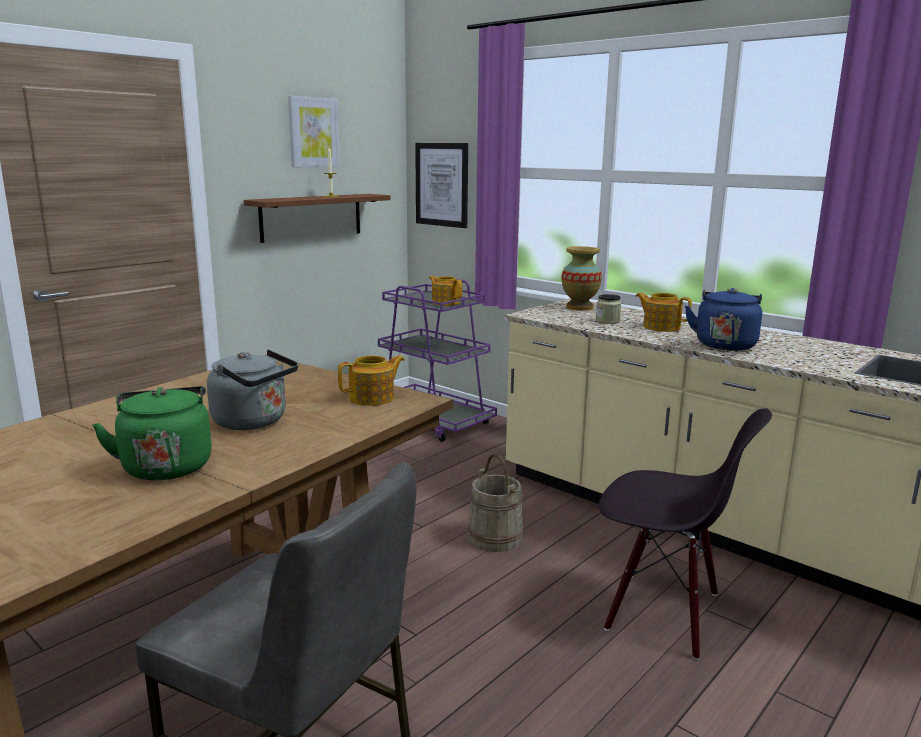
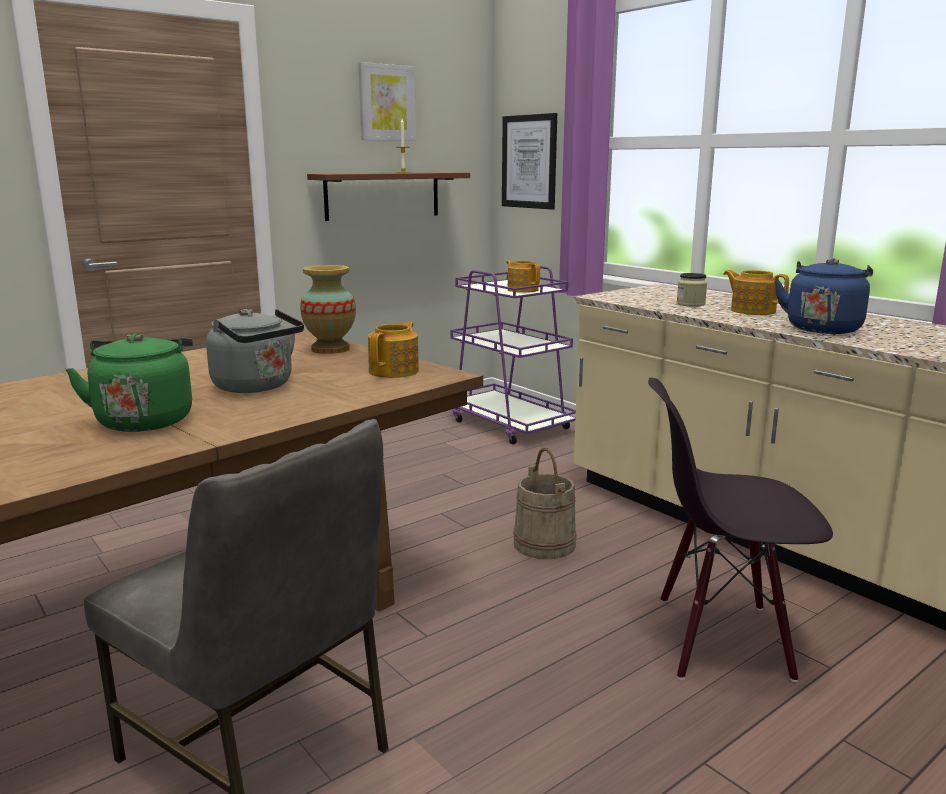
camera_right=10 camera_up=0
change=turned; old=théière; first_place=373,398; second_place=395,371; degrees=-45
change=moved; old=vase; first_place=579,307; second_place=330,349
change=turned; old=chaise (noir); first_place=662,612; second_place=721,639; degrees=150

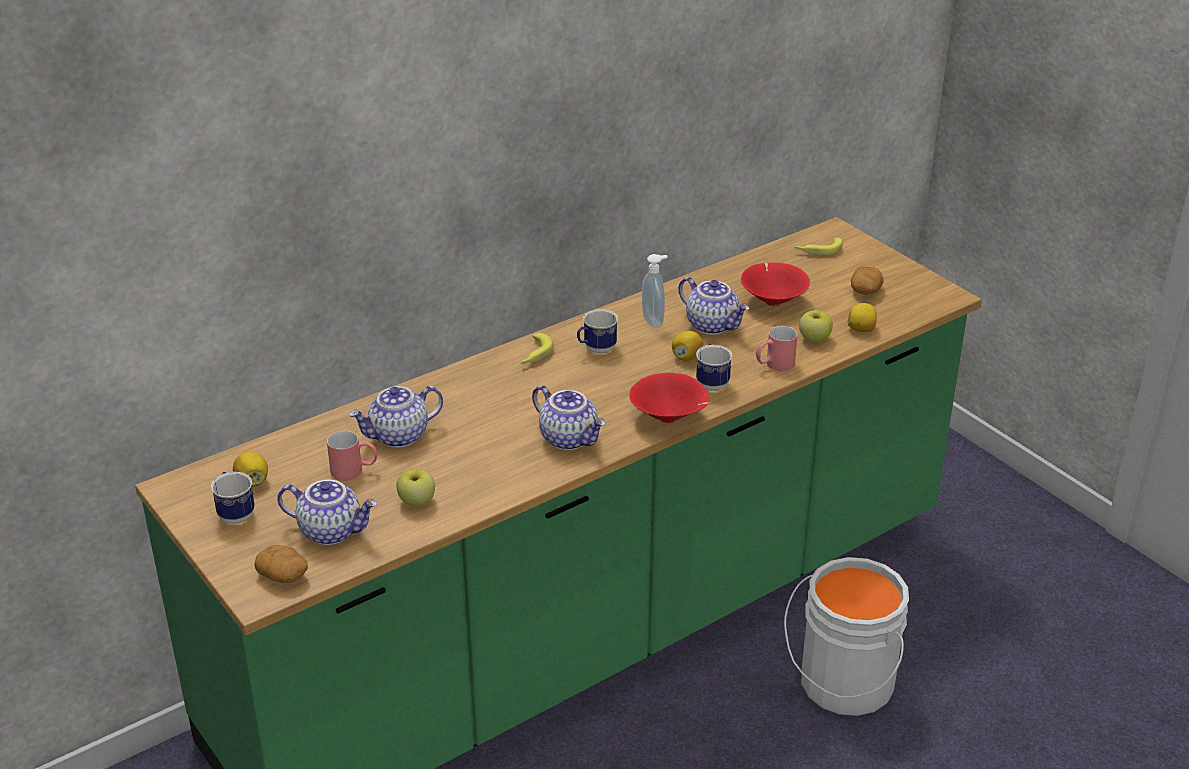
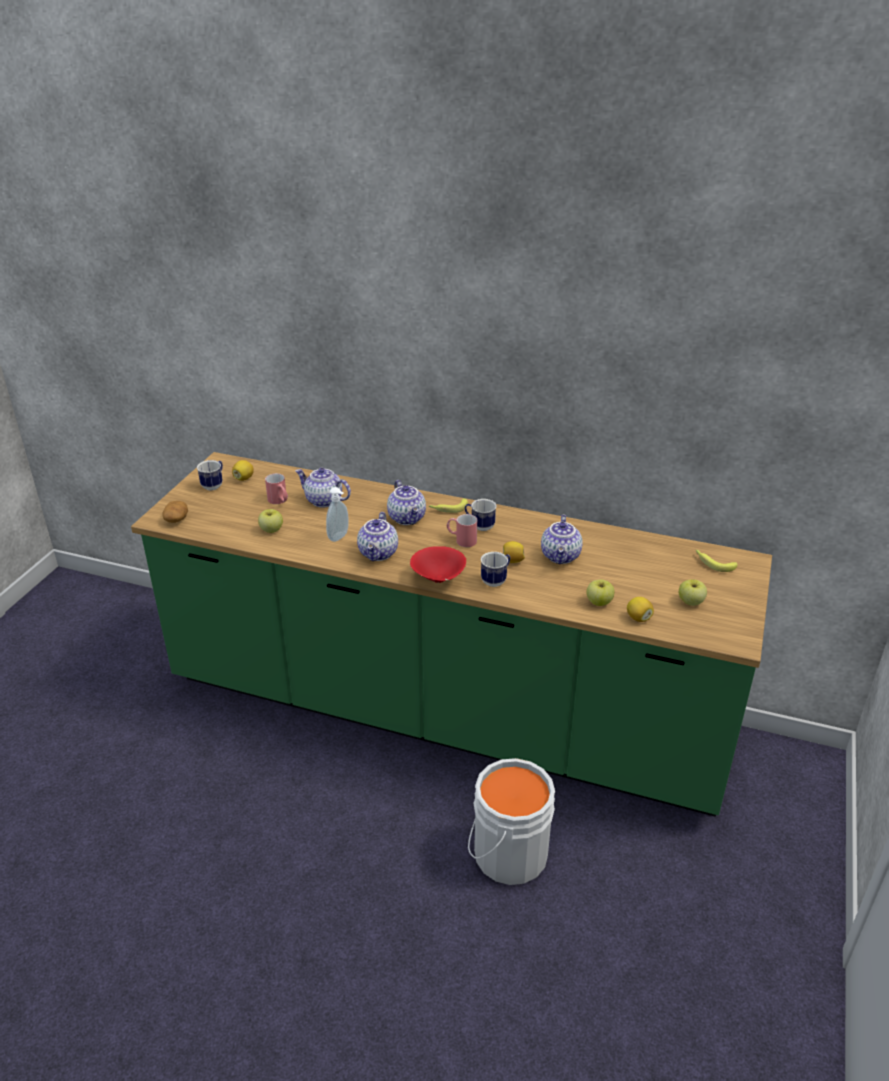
camera_right=55 camera_up=0
change=moved; old=théière; first_place=332,530; second_place=408,518
change=moved; old=distributeur de savon; first_place=654,321; second_place=339,537
change=removed; old=bol (rouge); first_place=773,301
change=moved; old=mug (rouge); first_place=774,365; second_place=461,540
change=replaced; old=pomme de terre; new=pomme; first_place=865,291; second_place=690,602

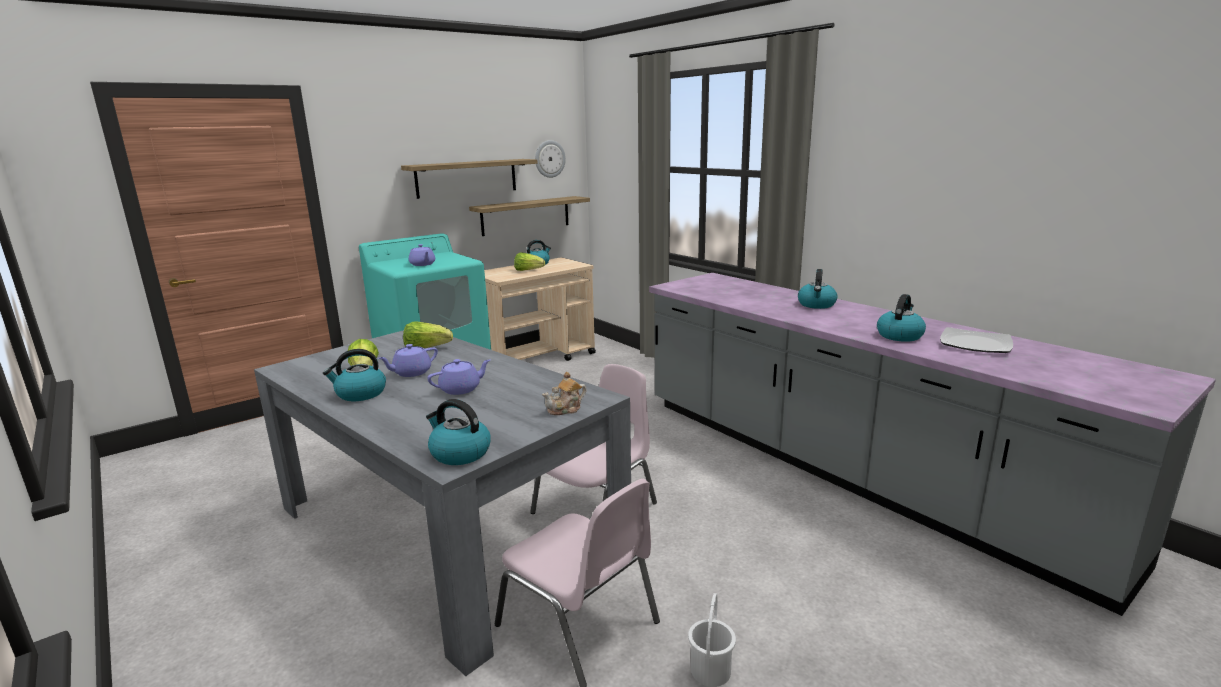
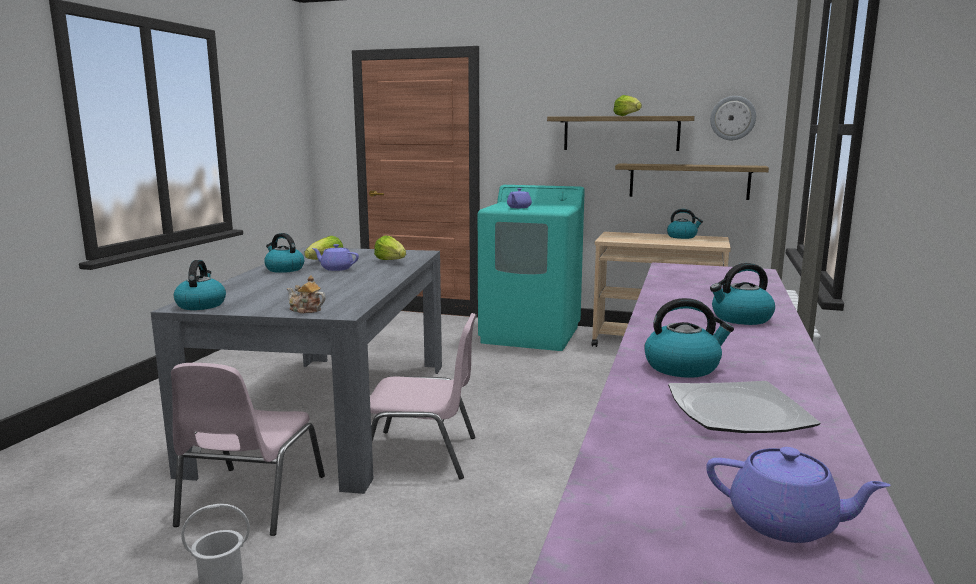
camera_right=55 camera_up=-5
change=moved; old=théière (violet); first_place=461,389; second_place=785,523
change=moved; old=laitue; first_place=528,270; second_place=627,116

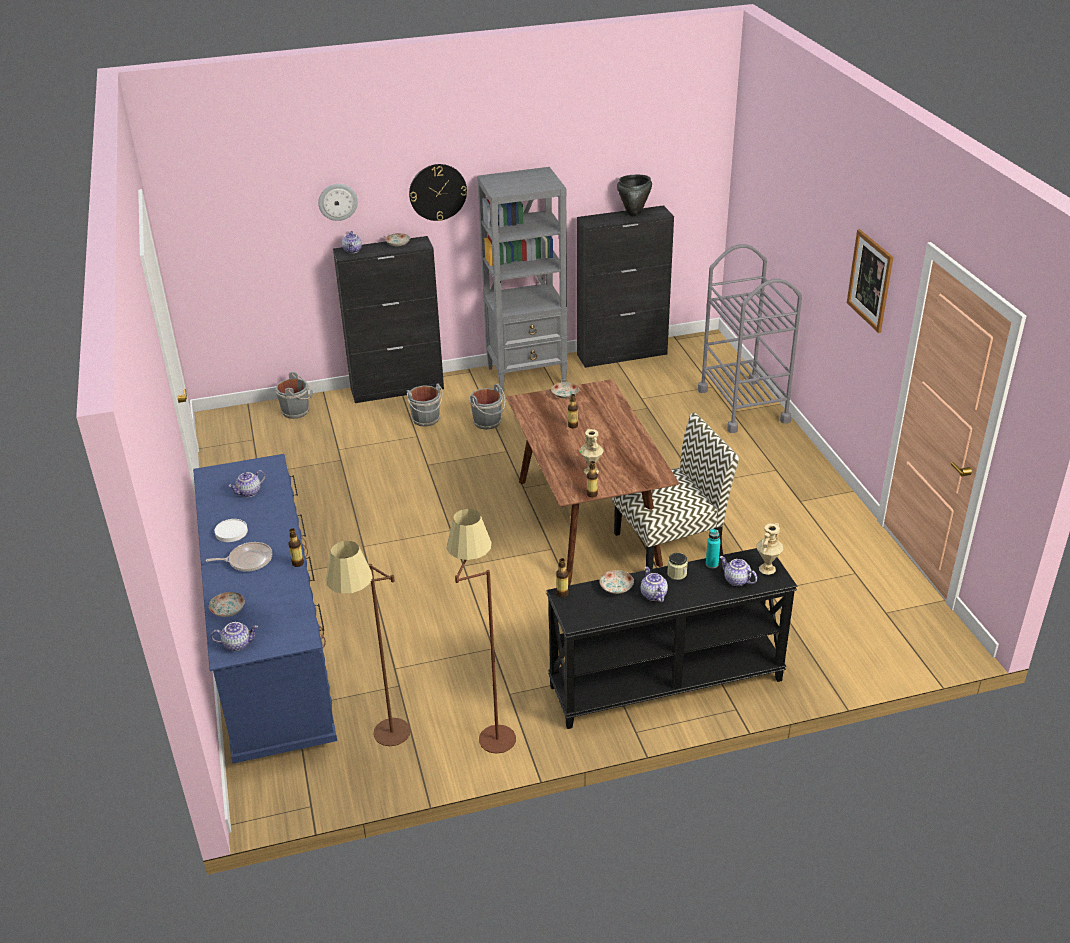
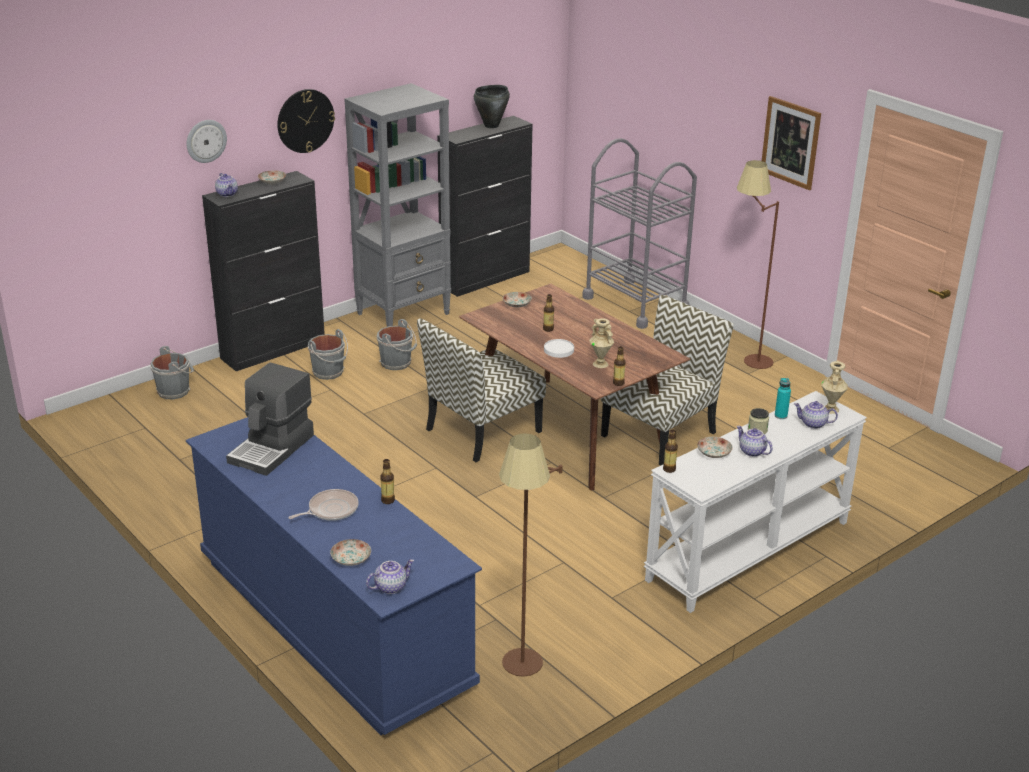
camera_right=-25 camera_up=-5
change=moved; old=assiette (blanc); first_place=231,532; second_place=558,350
change=replaced; old=théière; new=machine à café; first_place=249,492; second_place=273,449
change=moved; old=lampadaire (marron); first_place=487,729; second_place=745,358
change=recoloured; old=table console (noir); new=table console (blanc); first_place=666,684; second_place=749,552
change=added; new=chaise; second_place=482,431

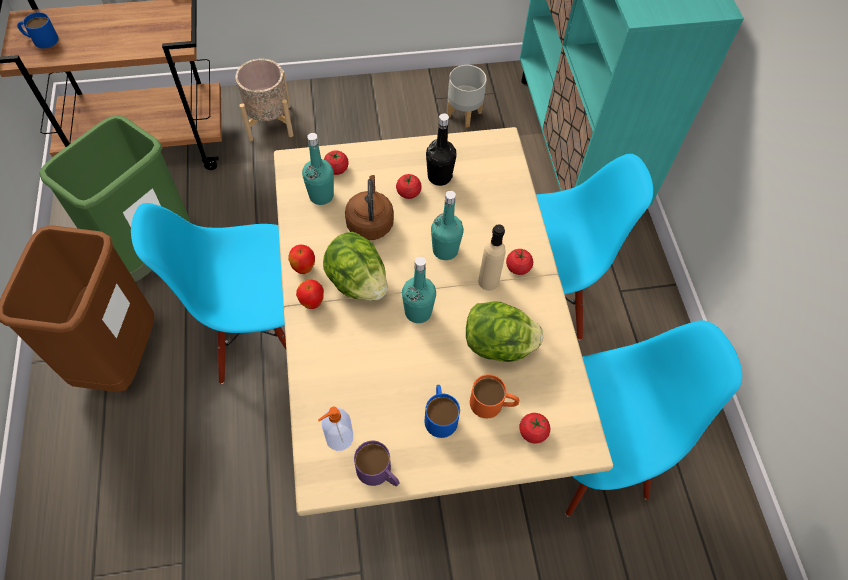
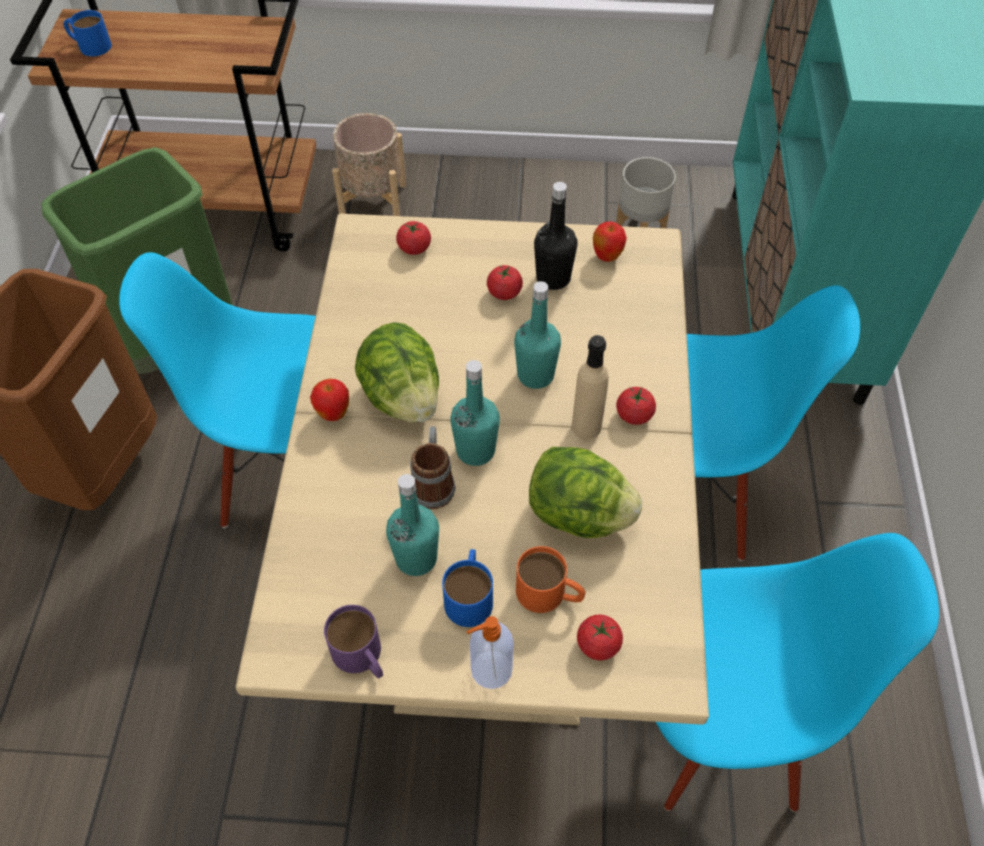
camera_right=15 camera_up=-5
change=moved; old=pomme; first_place=304,268; second_place=607,257
change=moved; old=bouteille (turquoise); first_place=321,195; second_place=416,558
change=moved; old=distributeur de savon; first_place=338,438; second_place=490,670
change=removed; old=bouilloire (marron); first_place=370,222
change=added; new=mug; second_place=433,482

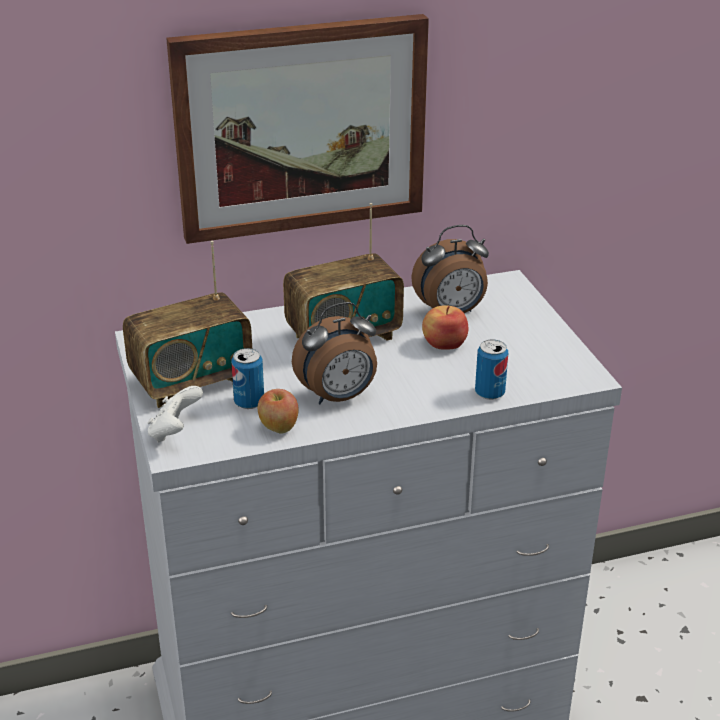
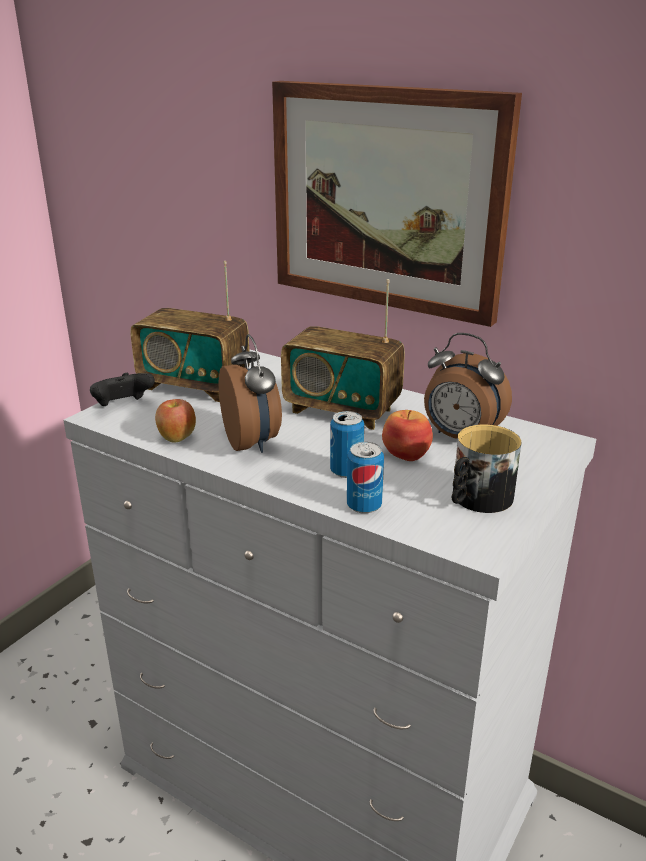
camera_right=50 camera_up=-5
change=recoloured; old=manette (blanc); new=manette (noir); first_place=175,432; second_place=123,406
change=moved; old=boîte métallique; first_place=249,402; second_place=346,471
change=turned; old=réveil; first_place=338,397; second_place=253,443; degrees=-135
change=added; new=mug; second_place=477,498

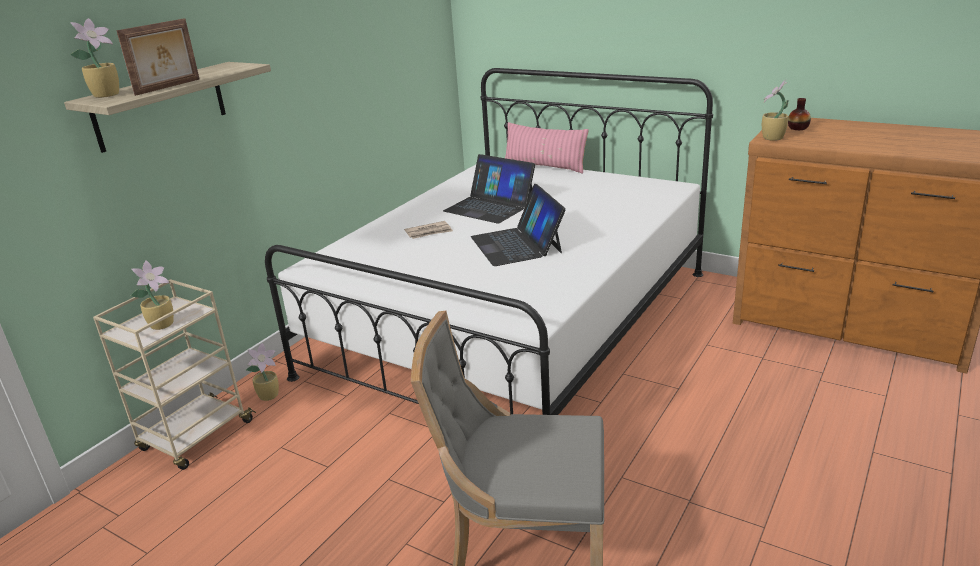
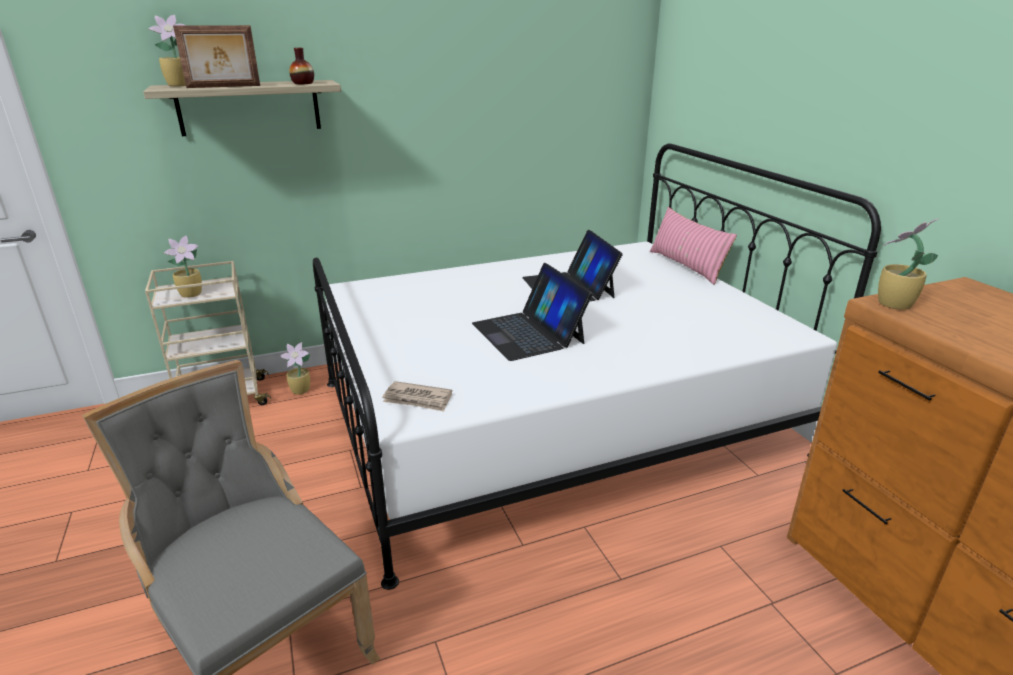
camera_right=35 camera_up=0
change=moved; old=journal; first_place=429,232; second_place=418,399
change=turned; old=ordinateur portable; first_place=517,244; second_place=528,333; degrees=-45
change=moved; old=vase; first_place=798,128; second_place=303,83

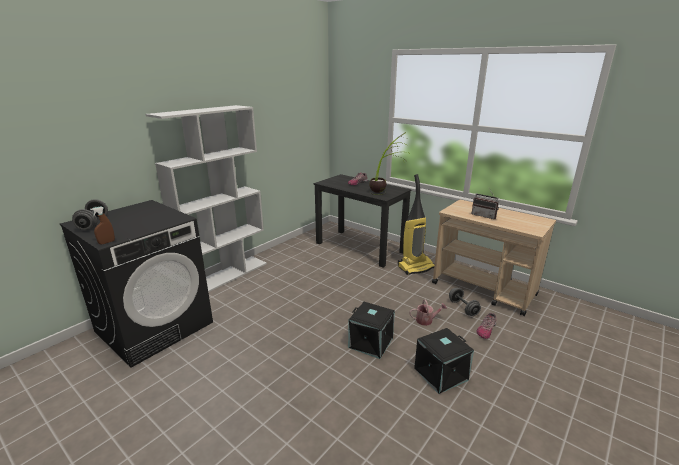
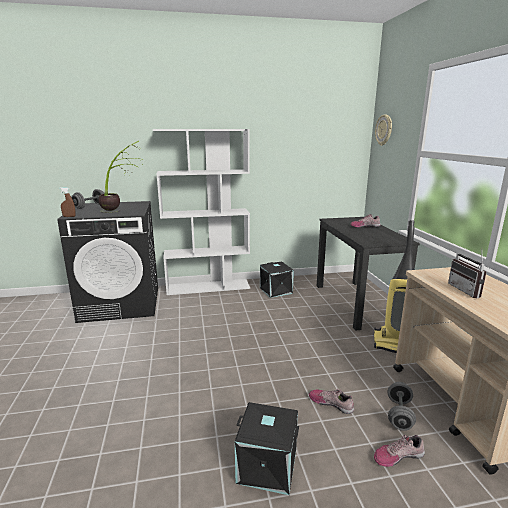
camera_right=40 camera_up=-5
change=moved; old=boîte de rangement (noir); first_place=371,342; second_place=276,290
change=moved; old=plante en pot; first_place=385,191; second_place=121,211
change=replaced; old=arrosoir; new=chaussure; first_place=426,320; second_place=331,403
change=added; new=horloge murale; second_place=384,130

